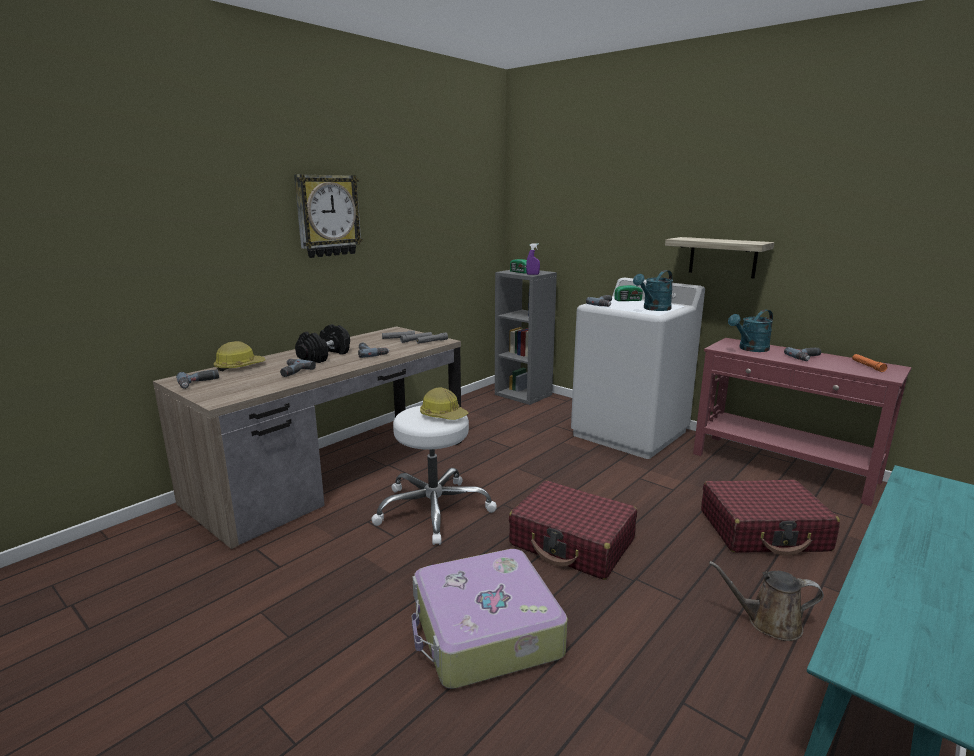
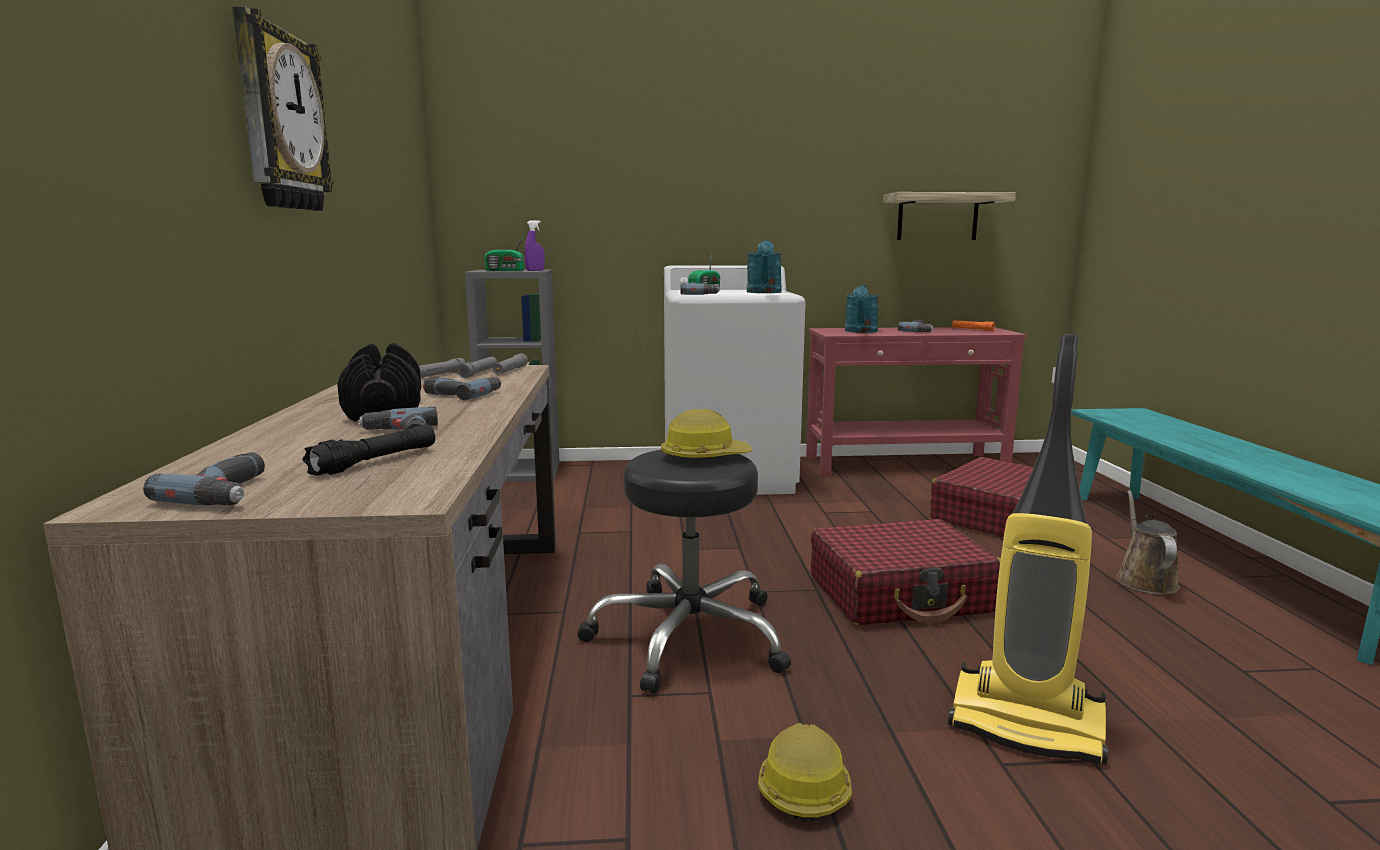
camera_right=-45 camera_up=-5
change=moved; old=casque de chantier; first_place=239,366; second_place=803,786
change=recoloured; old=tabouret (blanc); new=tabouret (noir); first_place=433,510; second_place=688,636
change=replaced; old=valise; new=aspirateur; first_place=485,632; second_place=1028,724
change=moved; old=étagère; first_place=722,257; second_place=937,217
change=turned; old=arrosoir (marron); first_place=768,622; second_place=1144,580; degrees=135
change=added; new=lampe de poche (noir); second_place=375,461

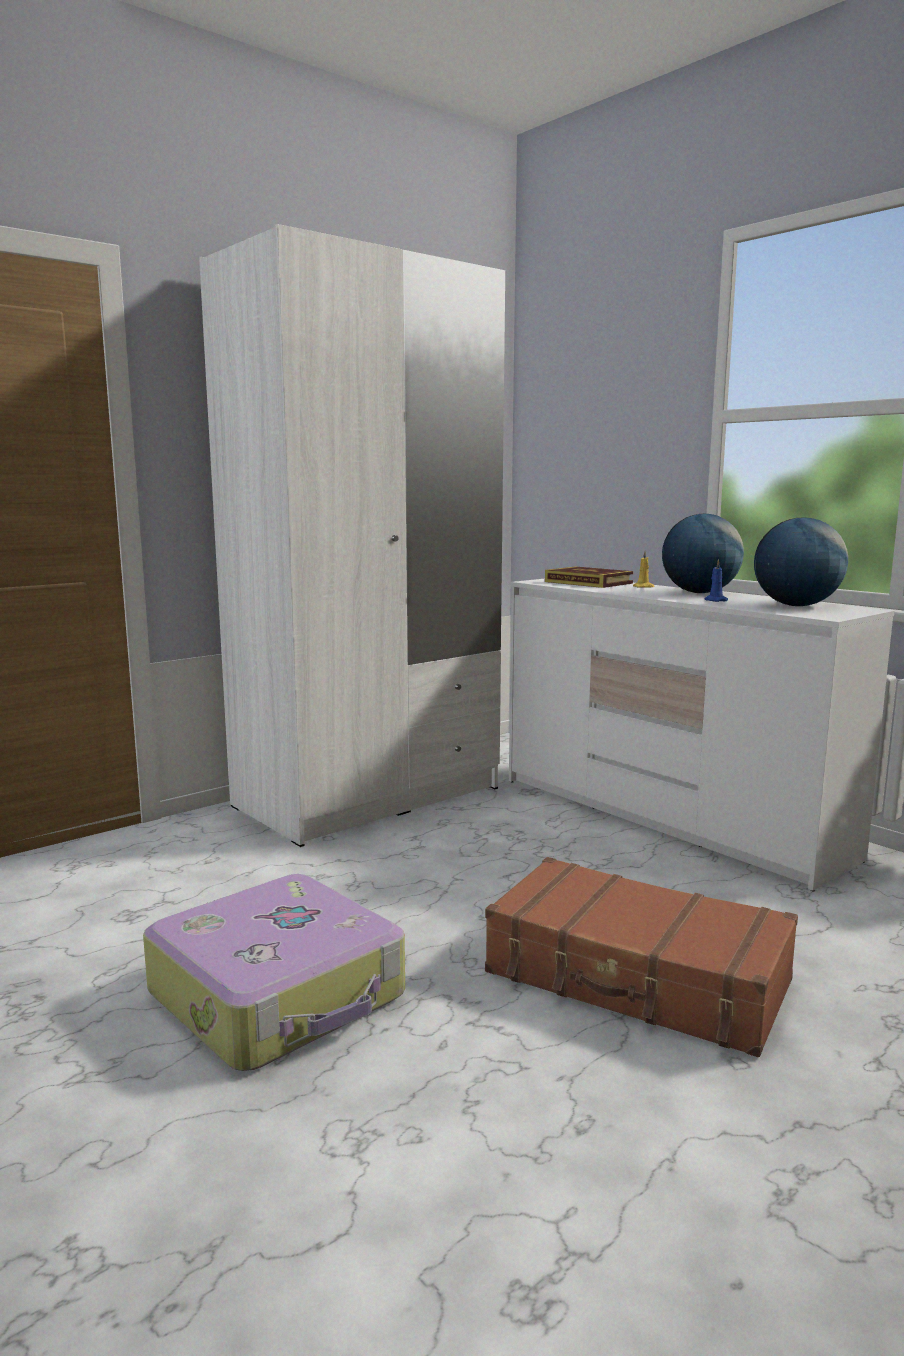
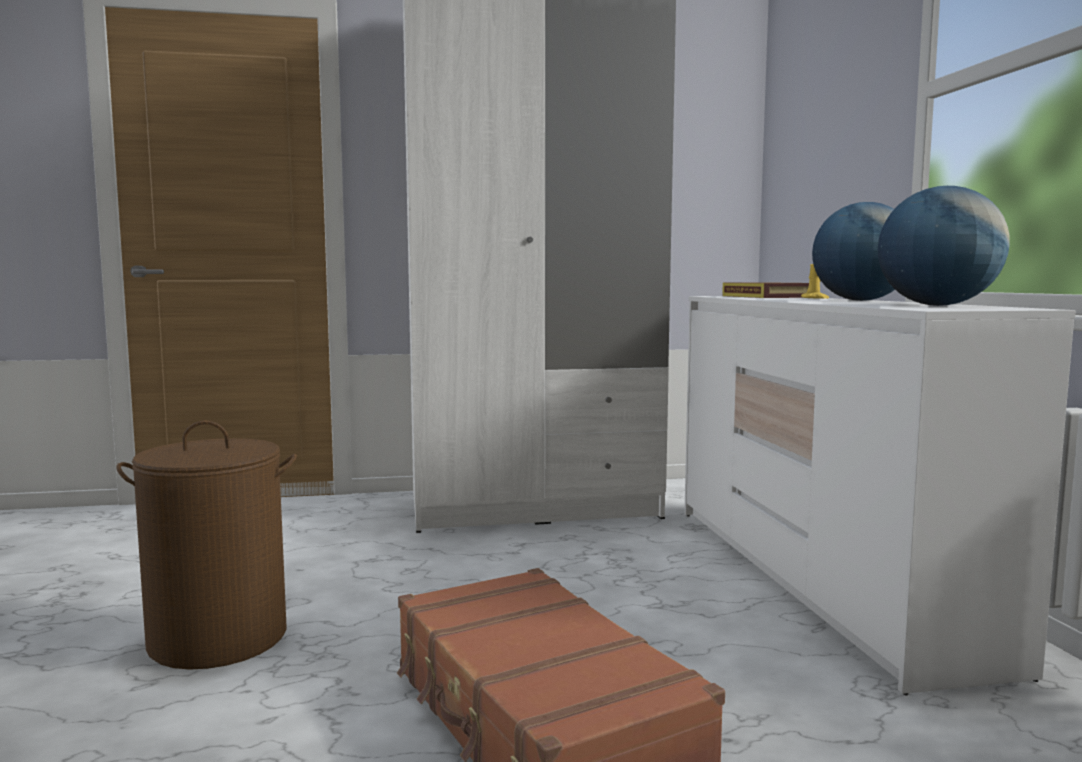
camera_right=30 camera_up=-5
change=replaced; old=valise; new=panier à linge (marron); first_place=280,995; second_place=219,638
change=removed; old=bougie (bleu); first_place=715,600

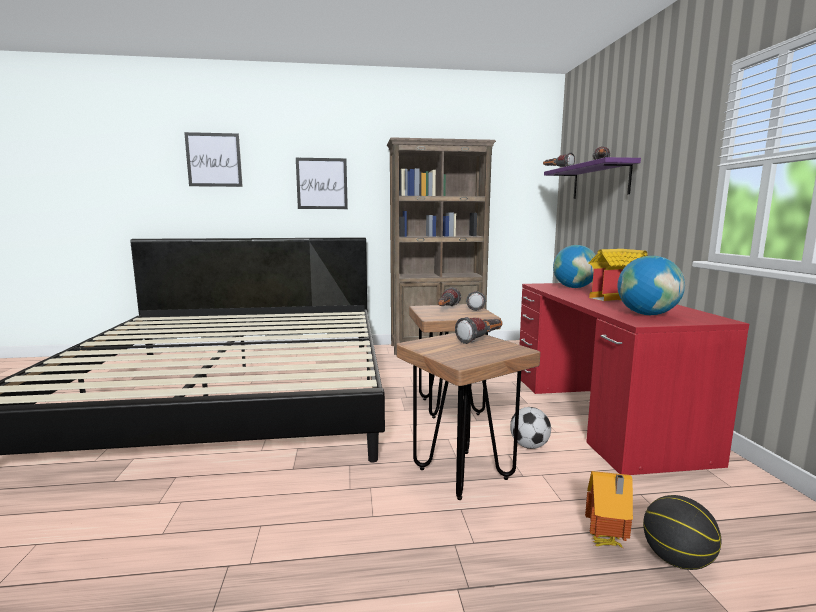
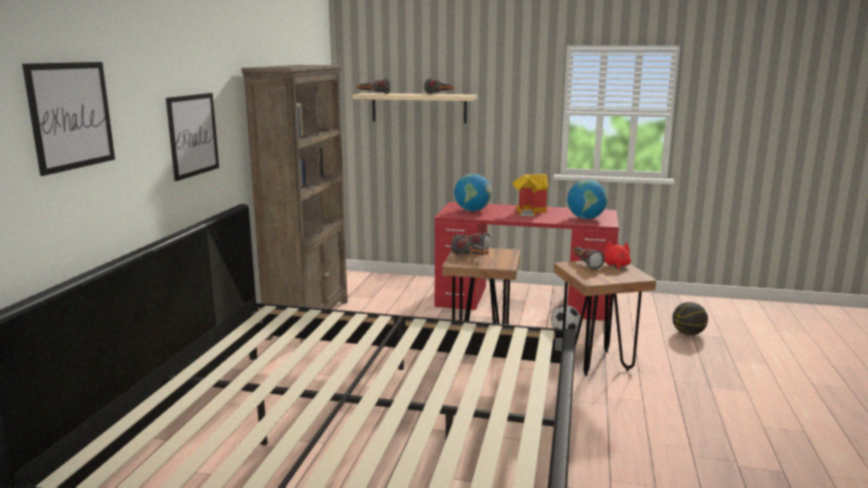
camera_right=-70 camera_up=5
change=recoloured; old=étagère (violet); new=étagère (beige); first_place=600,181; second_place=419,108
change=removed; old=maison miniature; first_place=606,543
change=added; new=peluche (rouge); second_place=616,266

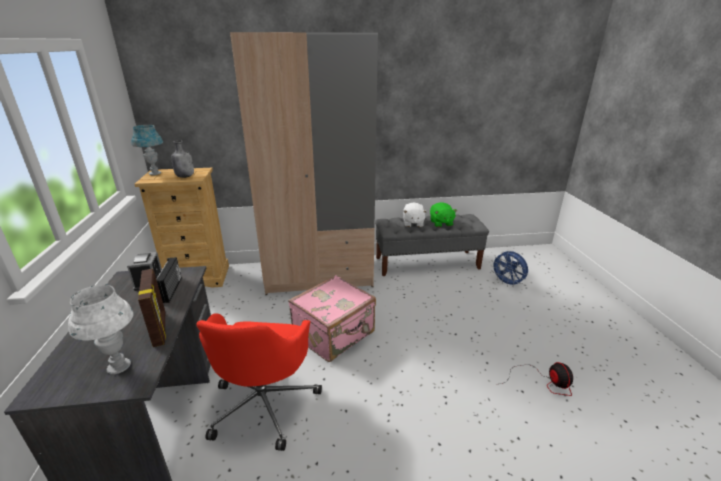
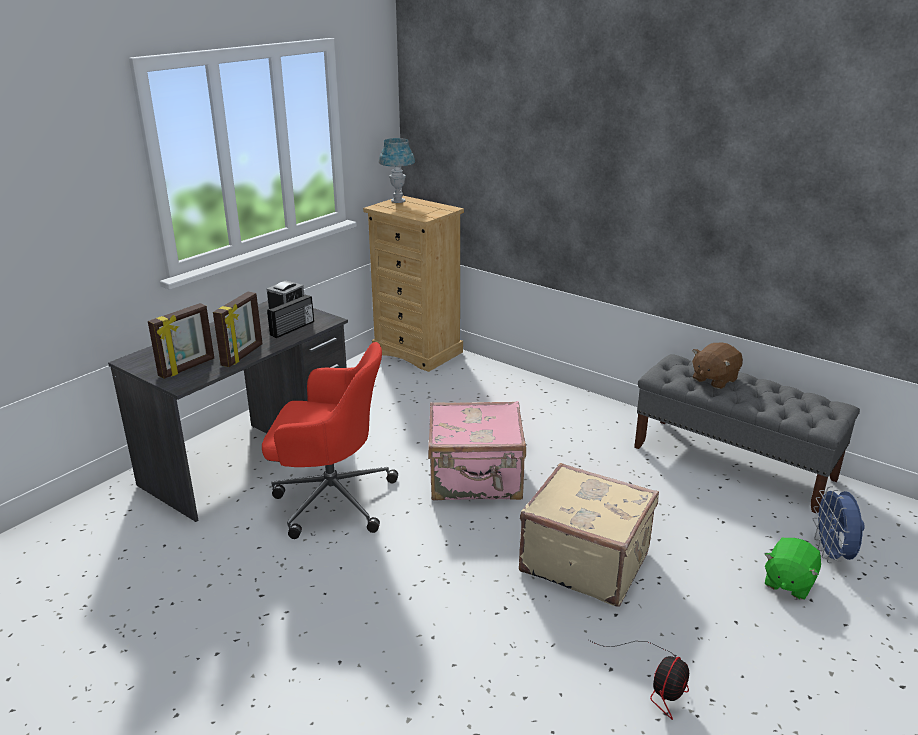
camera_right=45 camera_up=0
change=replaced; old=lampe de table (blanc); new=cadre photo; first_place=119,366; second_place=187,368
change=removed; old=bouteille (gris); first_place=185,176
change=turned; old=chaise de bureau (rouge); first_place=264,403; second_place=331,498; degrees=-135
change=removed; old=armoire (beige); first_place=319,275
change=recoloured; old=peluche (blanc); new=peluche (marron); first_place=413,223; second_place=714,379
change=moved; old=peluche (vert); first_place=441,223; second_place=788,582
change=added; new=valise (beige); second_place=585,560

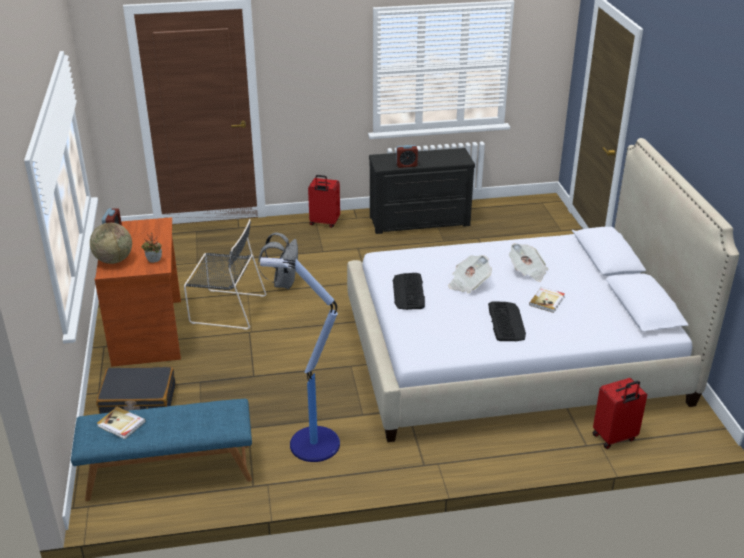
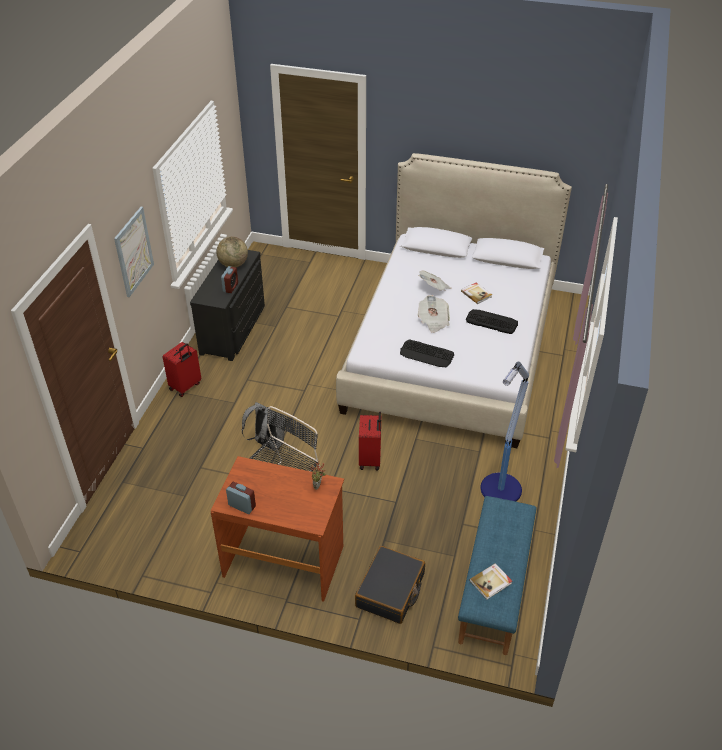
camera_right=-65 camera_up=10
change=moved; old=globe; first_place=114,260; second_place=233,264
change=moved; old=valise (rouge); first_place=614,438; second_place=370,459
change=added; new=tableau; second_place=133,251

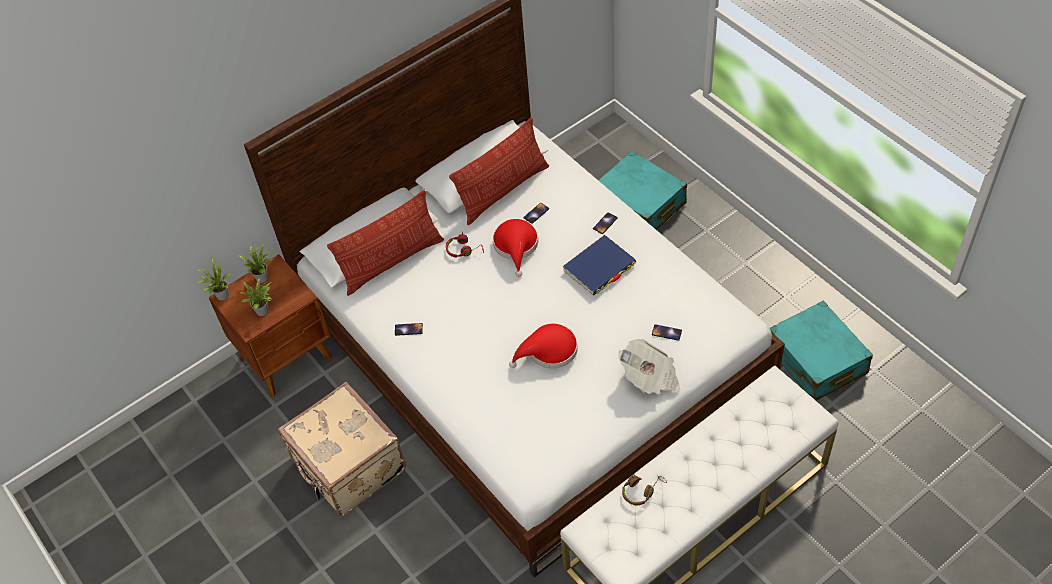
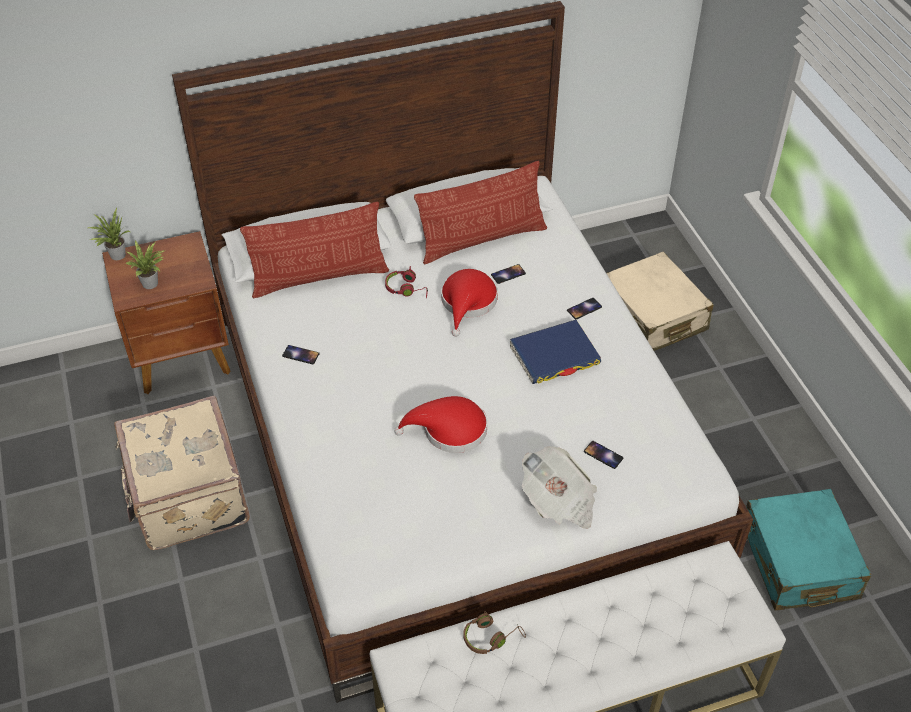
camera_right=15 camera_up=-5
change=removed; old=plante en pot; first_place=263,276
change=recoloured; old=valise (turquoise); new=valise (beige); first_place=640,204; second_place=652,315

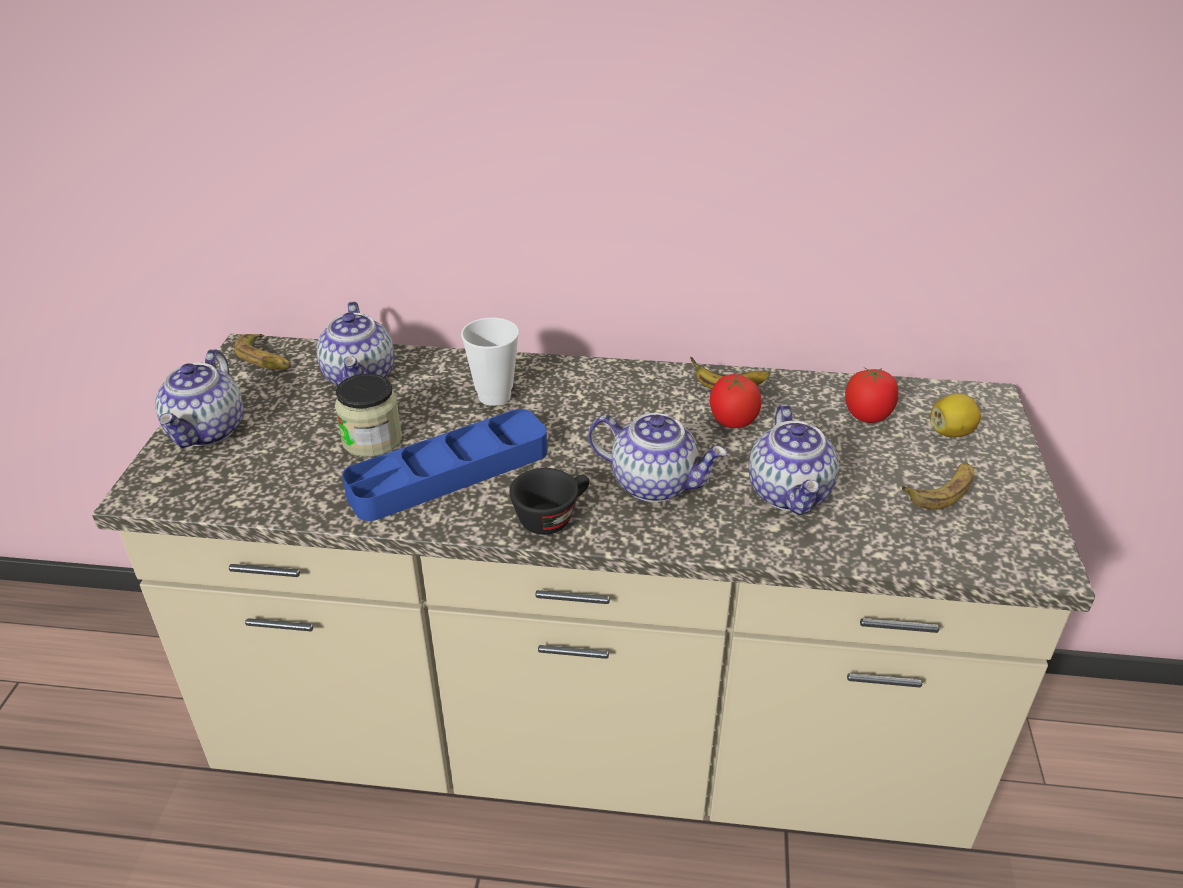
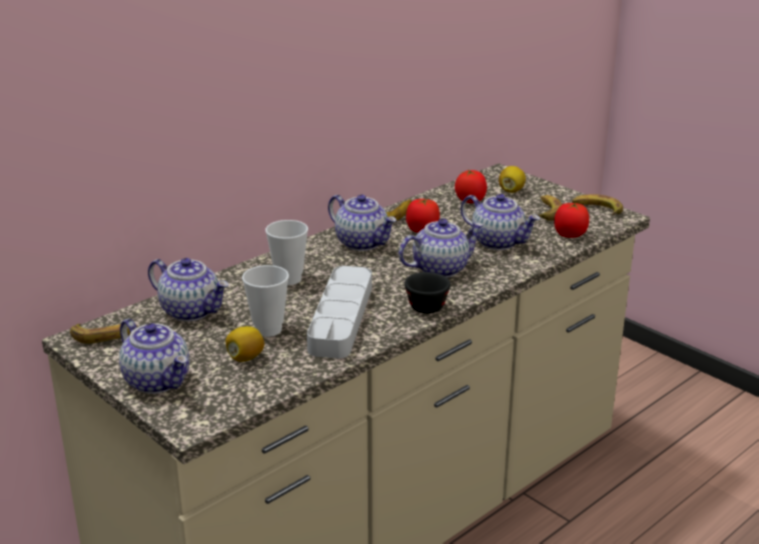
camera_right=-50 camera_up=-10
change=replaced; old=bocal; new=tasse; first_place=372,440; second_place=268,329
change=recoloured; old=plateau (bleu); new=plateau (gris); first_place=449,473; second_place=341,318
change=added; new=citron; second_place=245,358
change=added; new=théière; second_place=362,243
change=added; new=tomate; second_place=570,235
change=added; new=banane; second_place=597,209

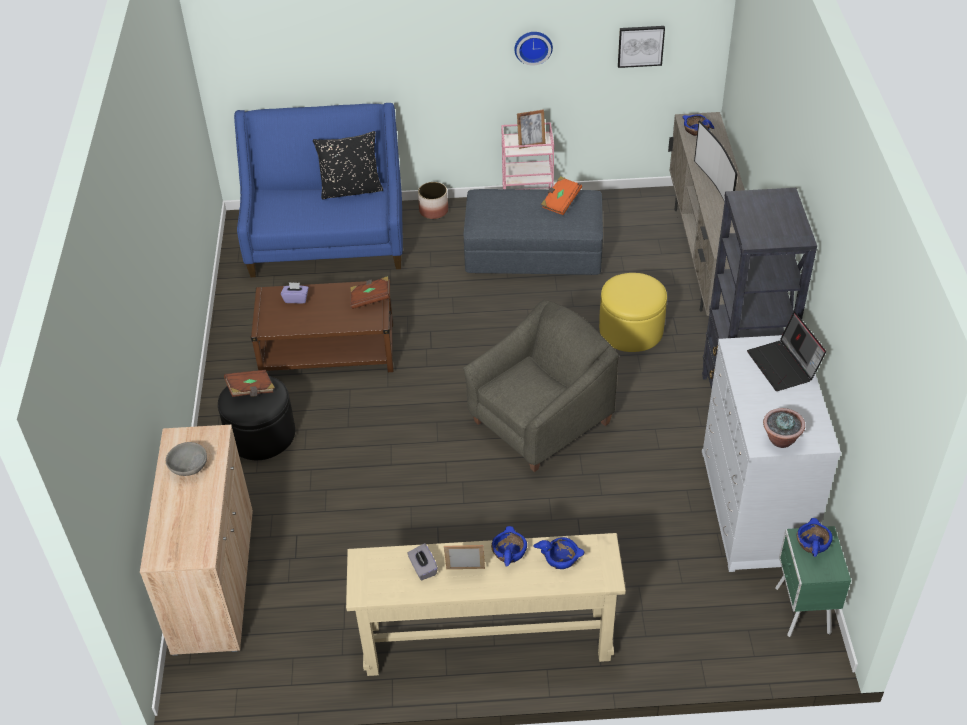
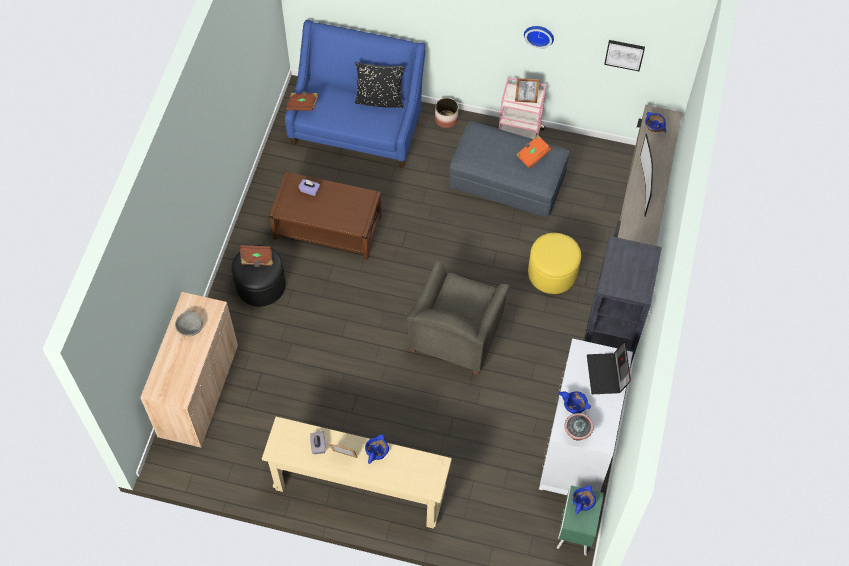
camera_right=15 camera_up=15
change=moved; old=livre (marron); first_place=370,299; second_place=302,105
change=turned; old=fauteuil (gris); first_place=540,422; second_place=456,332; degrees=135
change=moved; old=bol (bleu); first_place=561,559; second_place=574,405

